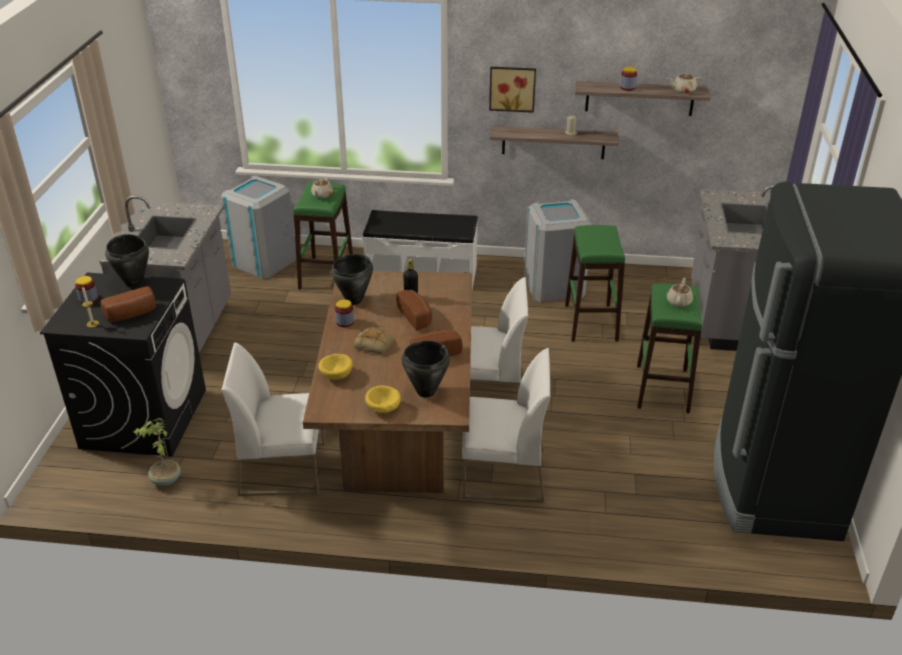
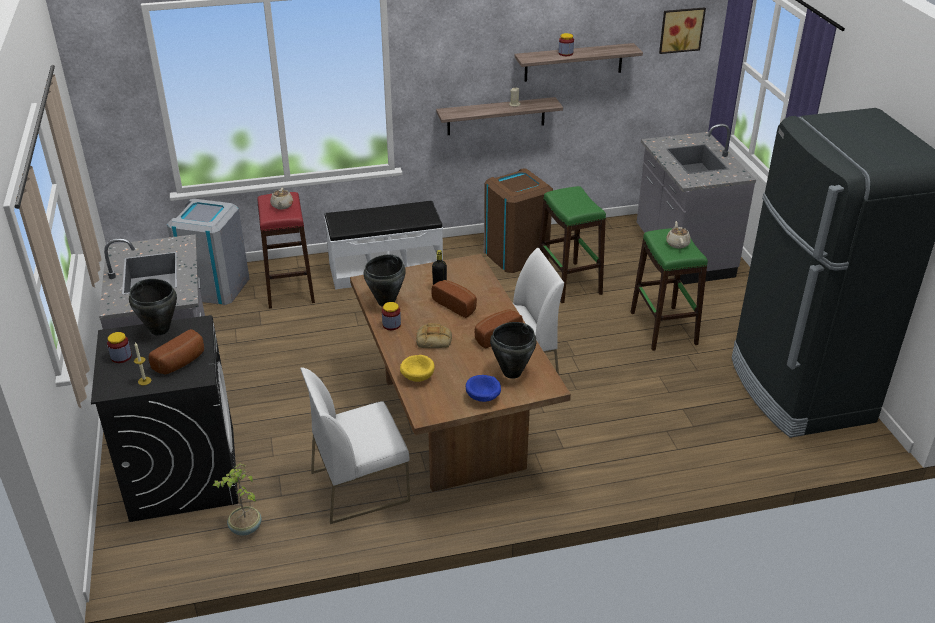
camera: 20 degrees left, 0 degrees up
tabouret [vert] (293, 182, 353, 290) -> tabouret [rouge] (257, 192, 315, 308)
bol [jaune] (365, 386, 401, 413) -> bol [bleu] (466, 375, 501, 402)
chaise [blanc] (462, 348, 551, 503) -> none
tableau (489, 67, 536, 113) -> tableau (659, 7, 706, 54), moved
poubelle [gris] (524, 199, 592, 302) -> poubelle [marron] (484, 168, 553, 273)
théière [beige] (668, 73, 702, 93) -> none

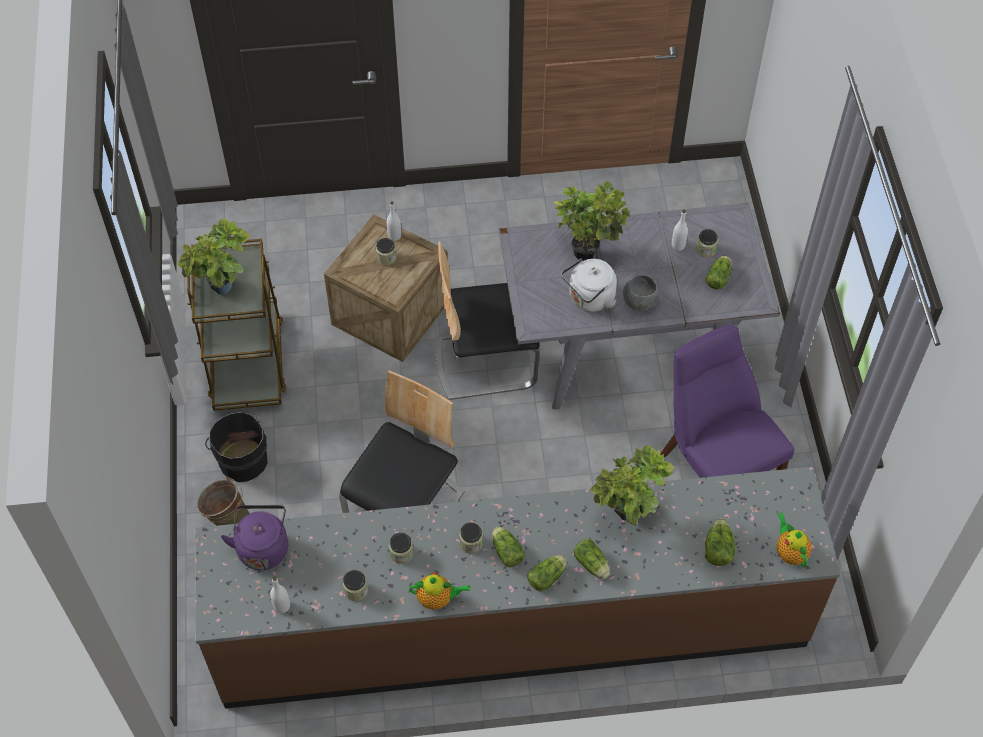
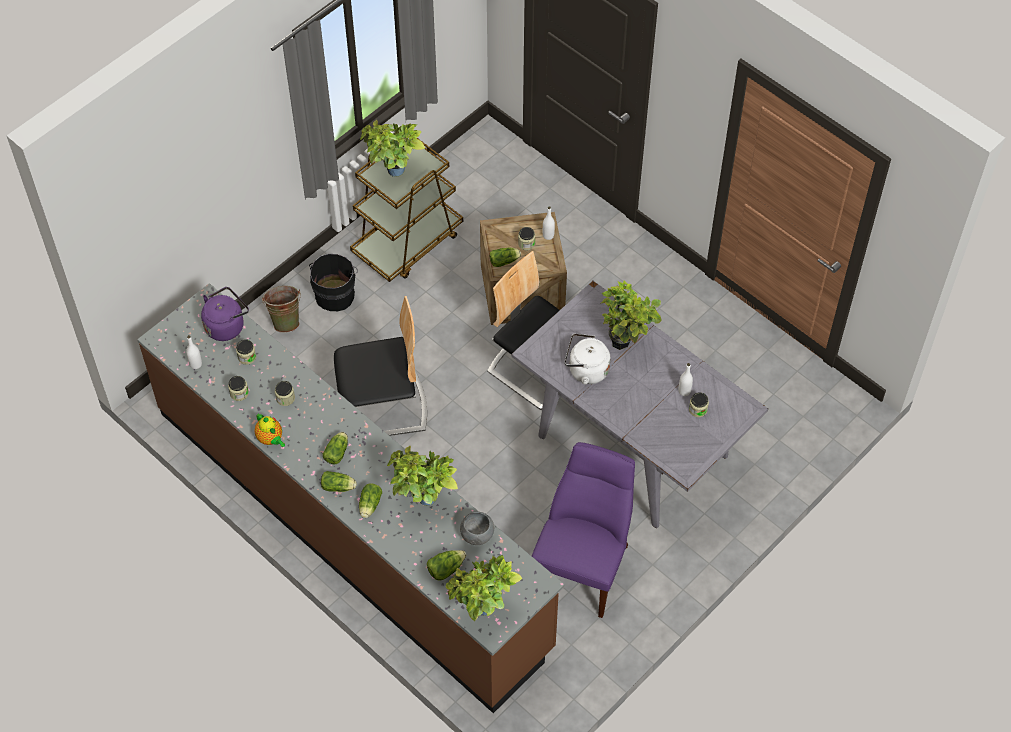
camera: 50 degrees right, 0 degrees up
bocal (459, 522, 483, 554) -> bocal (236, 339, 256, 365), moved
bol [gris] (623, 275, 660, 311) -> bol [gris] (460, 512, 494, 545), moved
laitue (706, 255, 732, 290) -> laitue (490, 247, 521, 267), moved
théière (777, 512, 812, 567) -> plante en pot (446, 555, 522, 621)

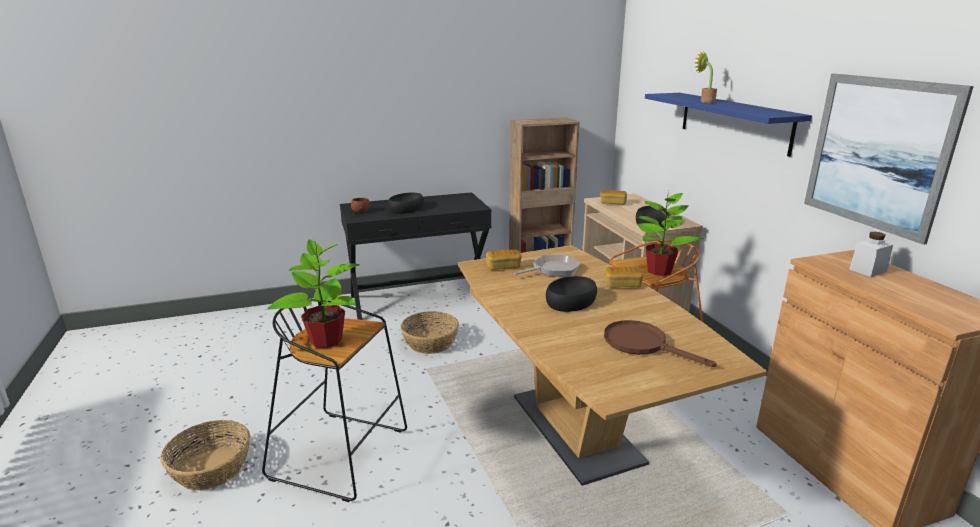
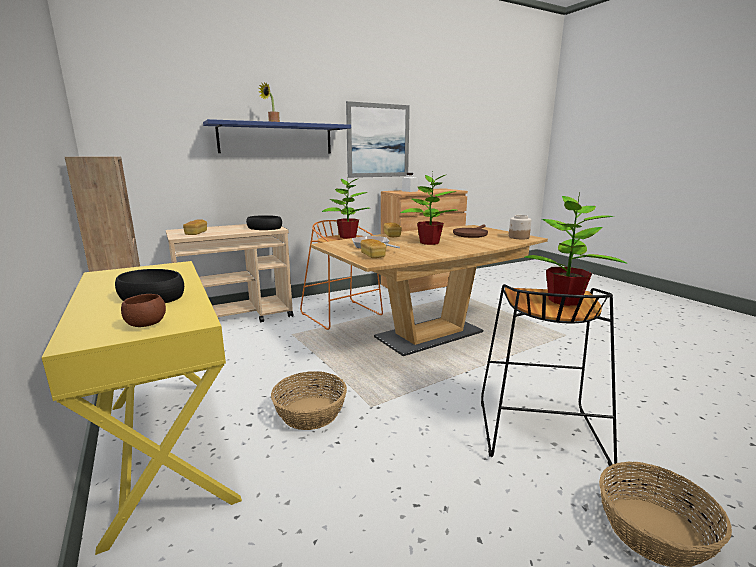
camera: 100 degrees left, 5 degrees down
table console [noir] (340, 192, 491, 320) -> table console [jaune] (41, 261, 242, 555)
bol [noir] (546, 276, 597, 312) -> plante en pot (401, 171, 457, 245)
none -> bocal (509, 215, 531, 239)

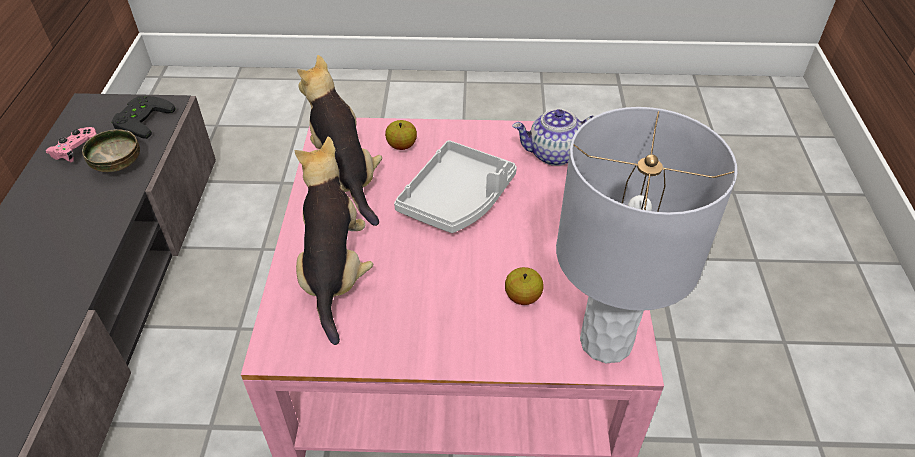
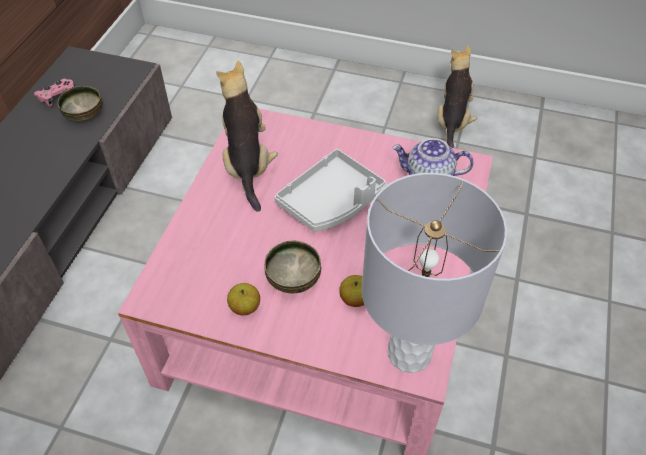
camera: 15 degrees right, 5 degrees up
manette [noir] (111, 96, 176, 139) -> none
peluche (294, 136, 373, 345) -> peluche (437, 46, 477, 148), moved
pomme (385, 120, 417, 150) -> pomme (227, 283, 260, 315), moved
none -> bol (264, 241, 321, 293)

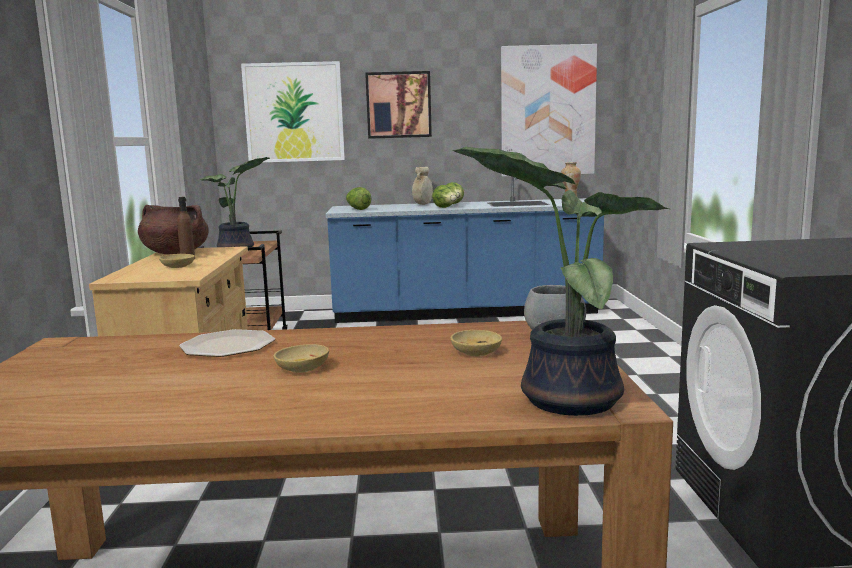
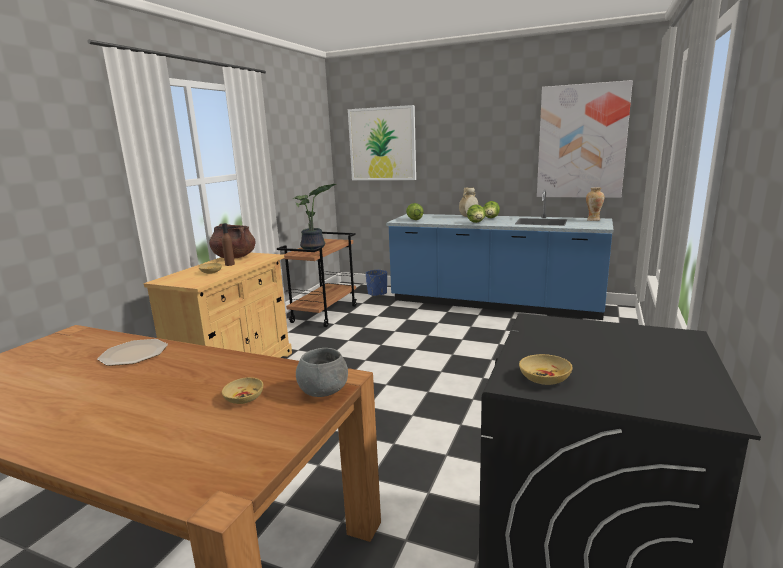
camera: 25 degrees right, 5 degrees up
bol [beige] (274, 344, 329, 373) -> bol [beige] (519, 354, 573, 385), moved
tableau (365, 71, 432, 139) -> none
plante en pot (453, 147, 669, 416) -> none
none -> cache-pot [bleu] (366, 270, 387, 297)

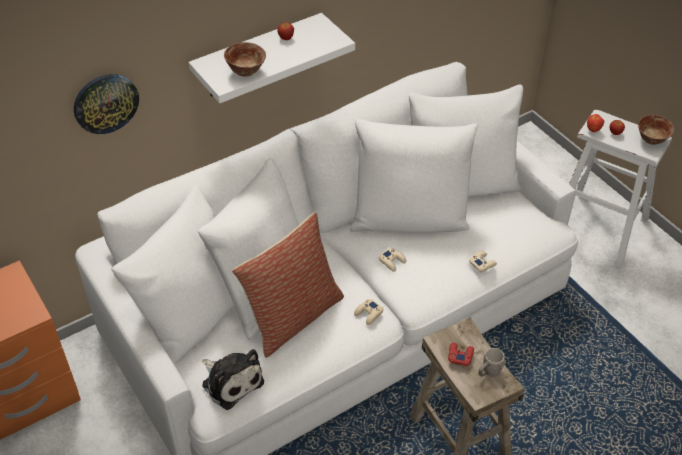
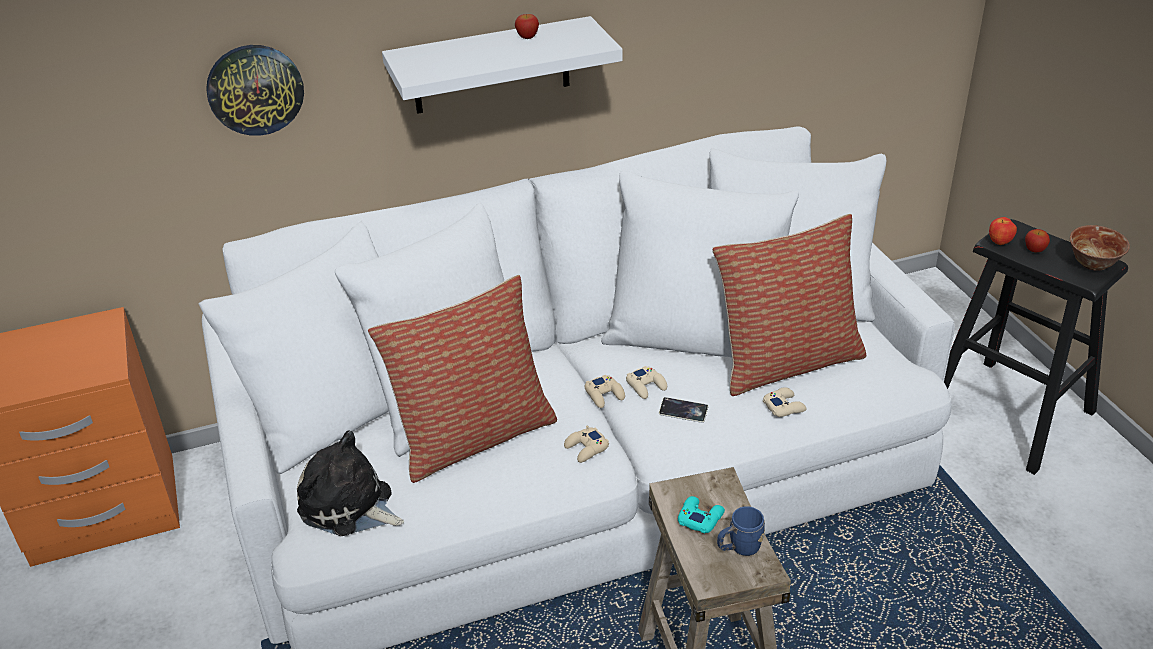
camera: 15 degrees right, 10 degrees down
peluche (202, 349, 264, 410) -> peluche (297, 430, 404, 536), 150 degrees clockwise
bol (224, 42, 266, 76) -> none
manette [rouge] (448, 343, 474, 366) -> manette [turquoise] (678, 496, 725, 533)
mug [gris] (478, 348, 505, 377) -> mug [bleu] (717, 506, 765, 556)
tabouret [blanc] (569, 110, 672, 269) -> tabouret [noir] (944, 219, 1128, 475)
none -> manette [beige] (585, 375, 625, 408)
none -> téléphone (659, 397, 708, 423)
none -> coussin (712, 214, 866, 396)

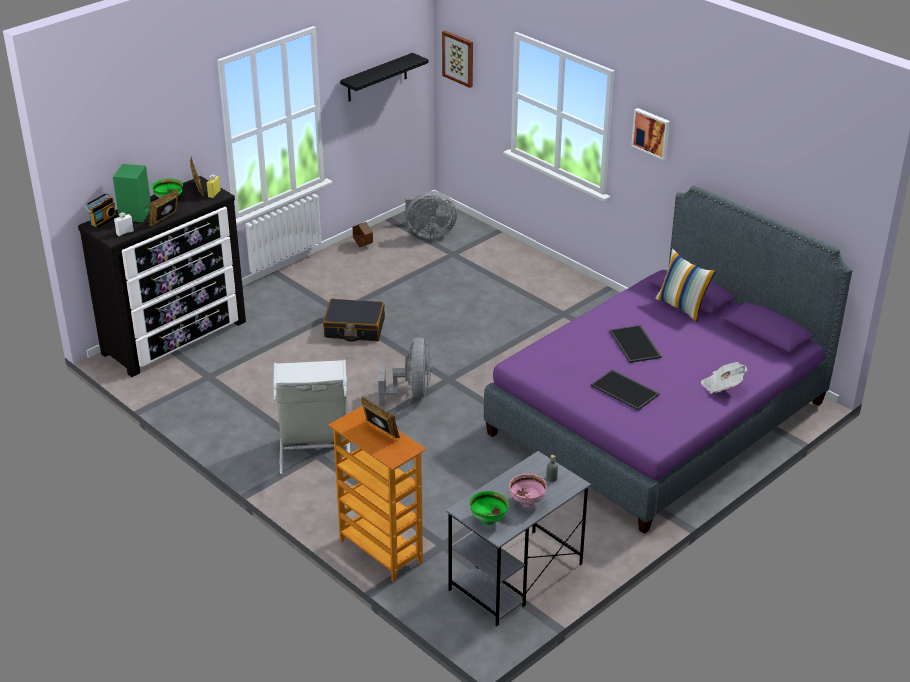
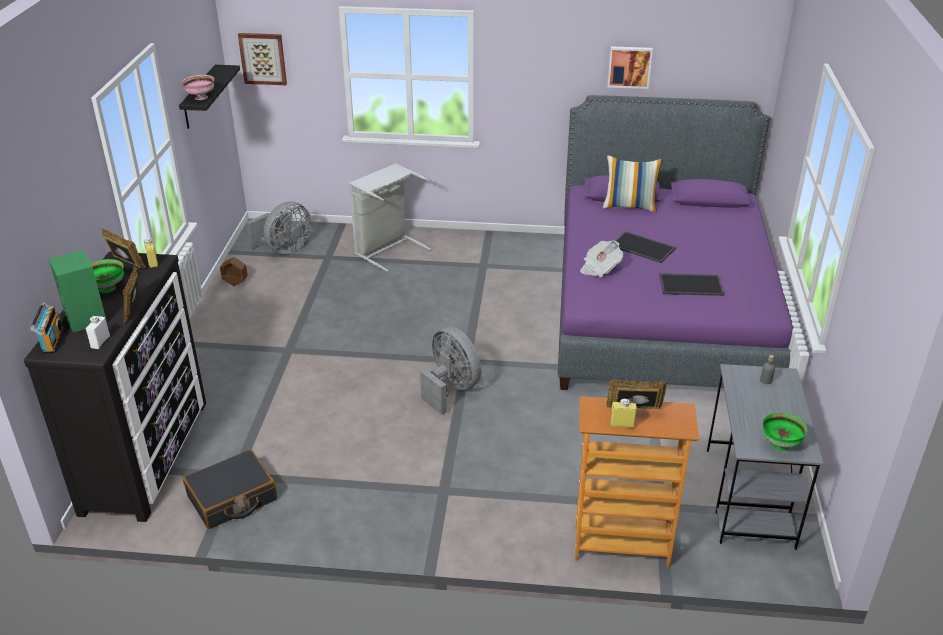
camera: 40 degrees left, 0 degrees up
panier à linge [gris] (273, 360, 350, 474) -> panier à linge [gris] (349, 163, 431, 272), moved
valise [noir] (323, 299, 385, 342) -> valise [noir] (183, 450, 277, 529), moved
bol [rose] (509, 474, 547, 507) -> bol [rose] (181, 75, 214, 100), moved
tableau (631, 108, 670, 160) -> tableau (607, 46, 653, 89), moved
journal (701, 362, 747, 394) -> journal (580, 241, 623, 277), moved
none -> bouteille [jaune] (610, 398, 637, 428)

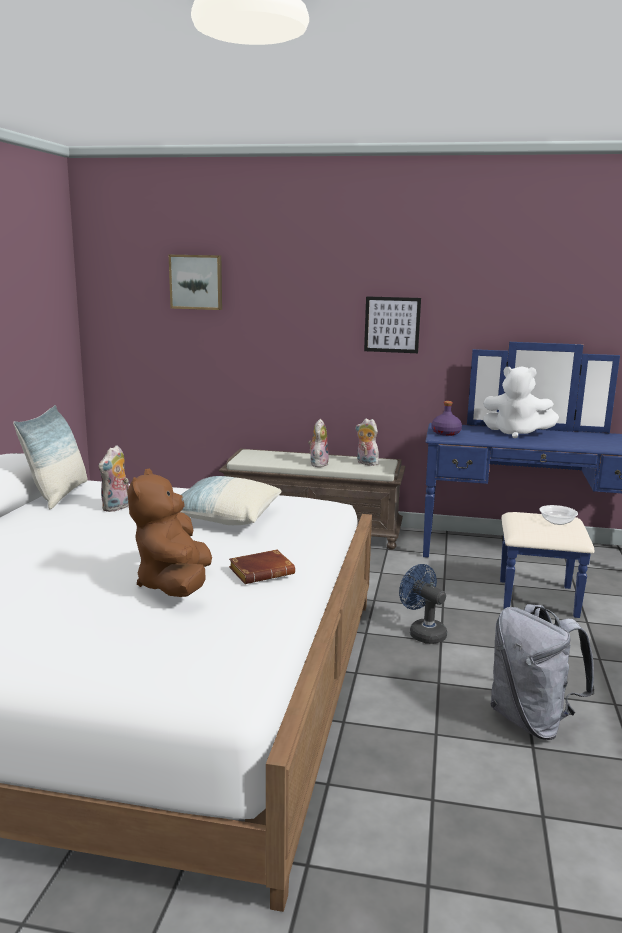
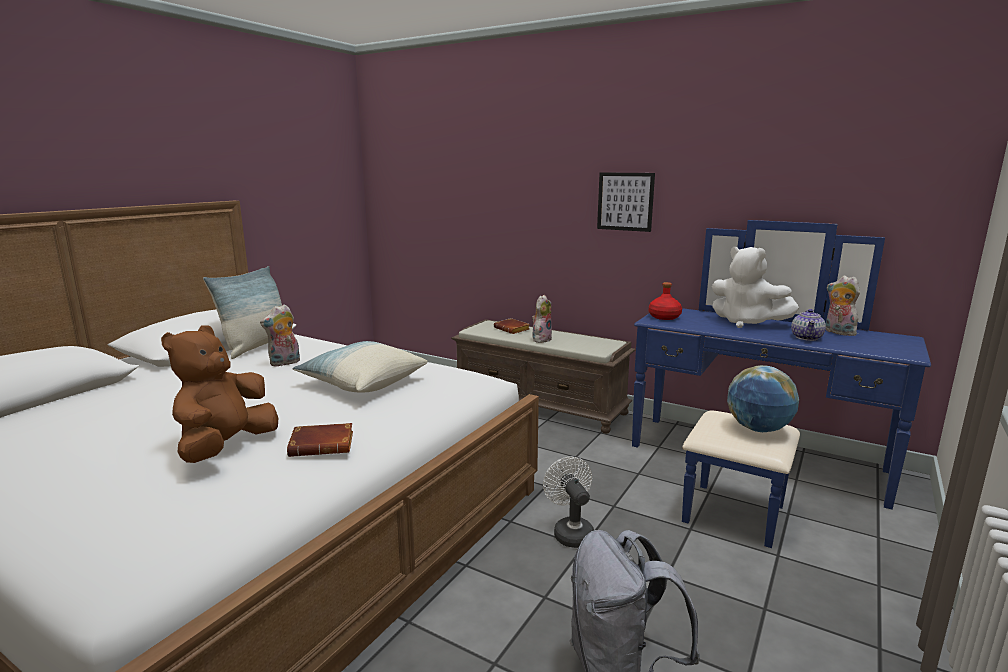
camera: 20 degrees right, 0 degrees up
tableau (169, 255, 222, 310) -> none
peluche (356, 418, 379, 466) -> peluche (826, 276, 860, 336), moved
ventilateur [bleu] (399, 564, 447, 644) -> ventilateur [blanc] (543, 457, 594, 548)
bouteille [violet] (431, 401, 462, 436) -> bouteille [rouge] (649, 282, 682, 320)
bol (540, 505, 578, 525) -> globe (727, 365, 799, 432)
none -> livre [marron] (494, 318, 530, 334)
none -> théière (791, 309, 826, 341)

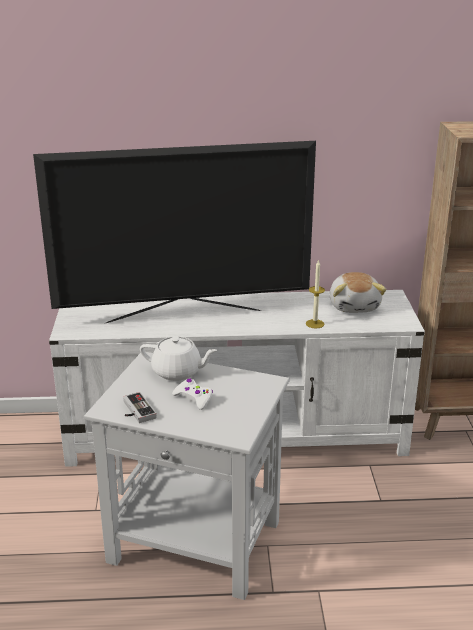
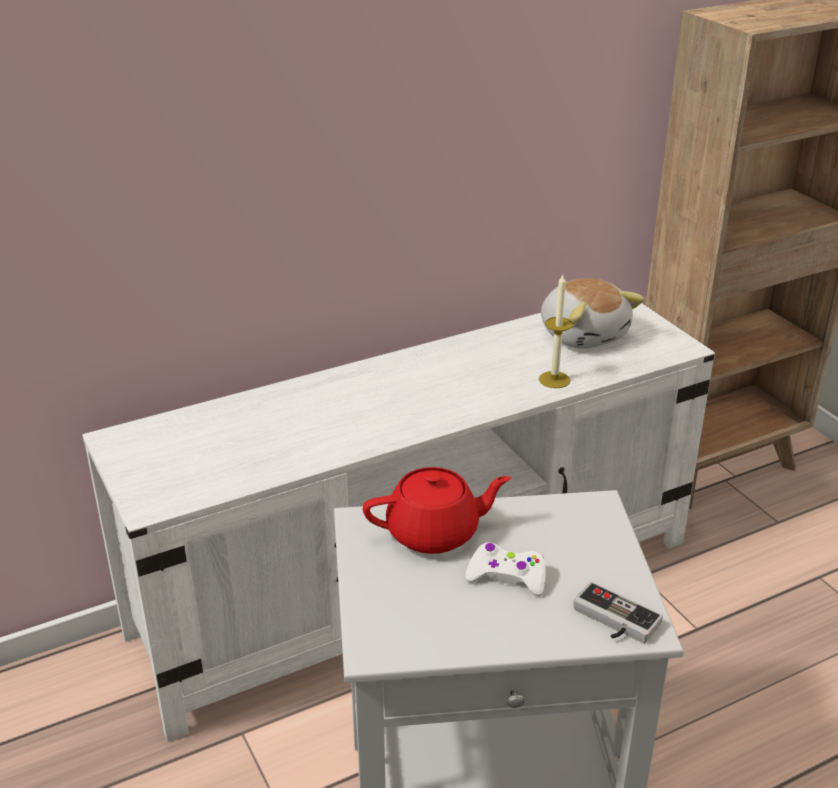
camera: 25 degrees left, 5 degrees up
téléviseur (33, 141, 316, 323) -> none
manette (123, 392, 157, 423) -> manette (573, 581, 663, 644), moved
théière [blanc] (140, 336, 217, 381) -> théière [rouge] (363, 467, 511, 554)

